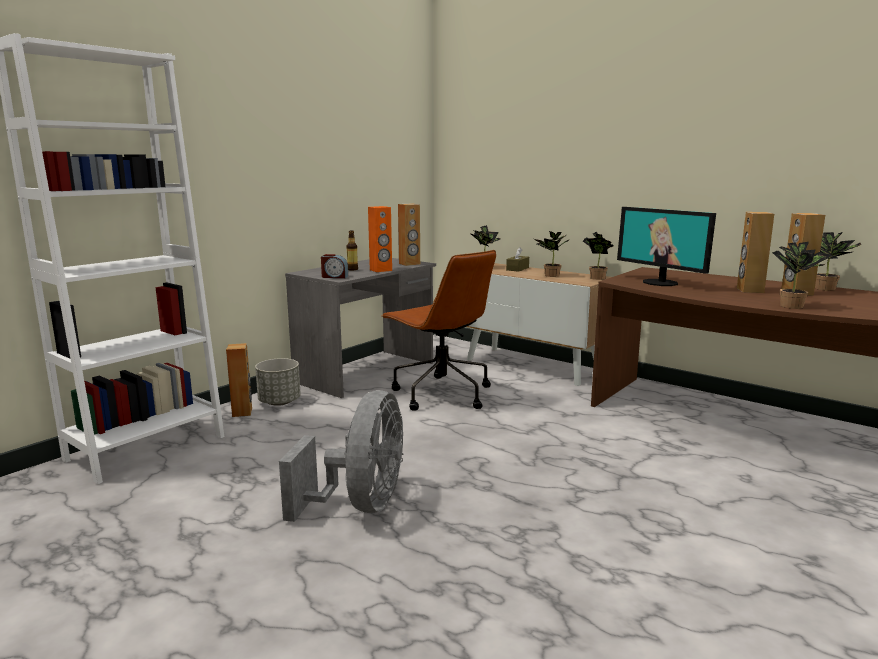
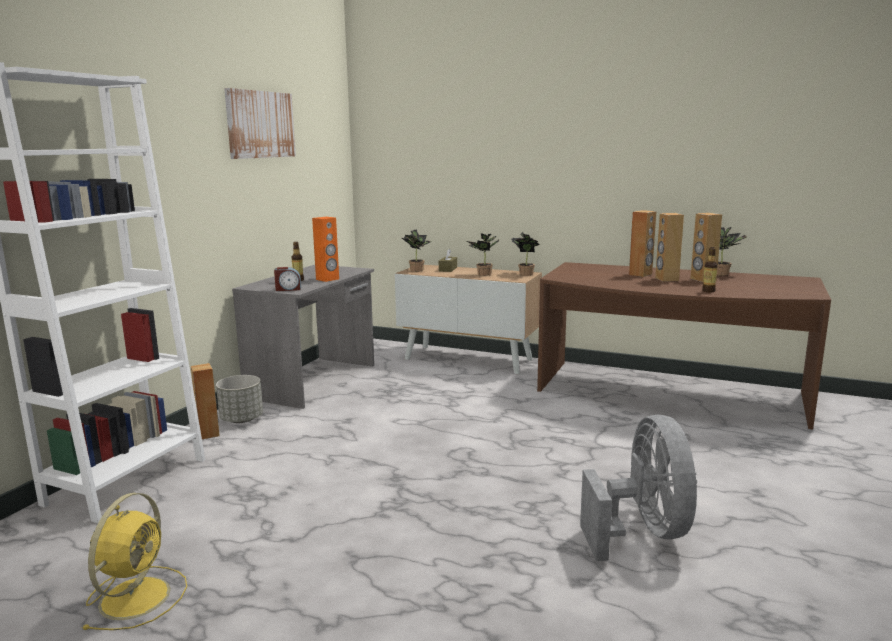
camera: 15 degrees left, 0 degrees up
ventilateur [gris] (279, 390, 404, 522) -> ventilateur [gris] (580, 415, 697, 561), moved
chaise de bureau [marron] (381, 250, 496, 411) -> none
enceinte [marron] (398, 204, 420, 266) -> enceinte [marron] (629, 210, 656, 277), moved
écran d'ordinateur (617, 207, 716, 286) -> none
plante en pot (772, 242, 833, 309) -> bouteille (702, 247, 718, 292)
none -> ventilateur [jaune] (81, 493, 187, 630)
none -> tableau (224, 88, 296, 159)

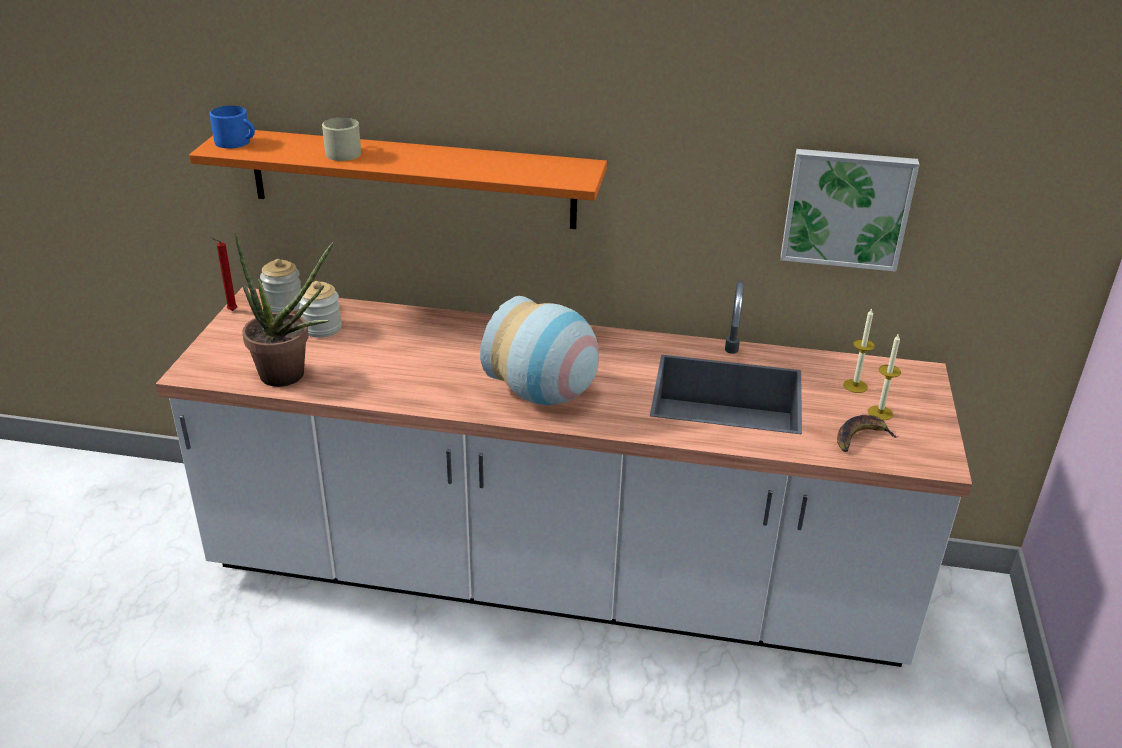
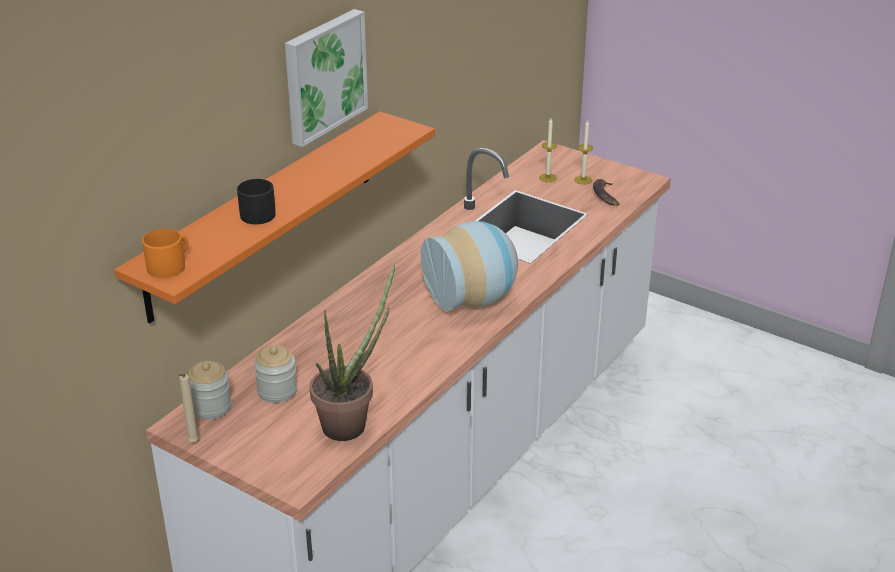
camera: 65 degrees left, 0 degrees up
mug [bleu] (209, 106, 255, 148) -> mug [orange] (142, 229, 188, 278)
bougie [rouge] (210, 237, 237, 311) -> bougie [beige] (179, 374, 199, 442)
mug [beige] (322, 117, 361, 161) -> mug [noir] (237, 179, 276, 224)
tableau (781, 149, 919, 272) -> tableau (285, 9, 368, 147), moved

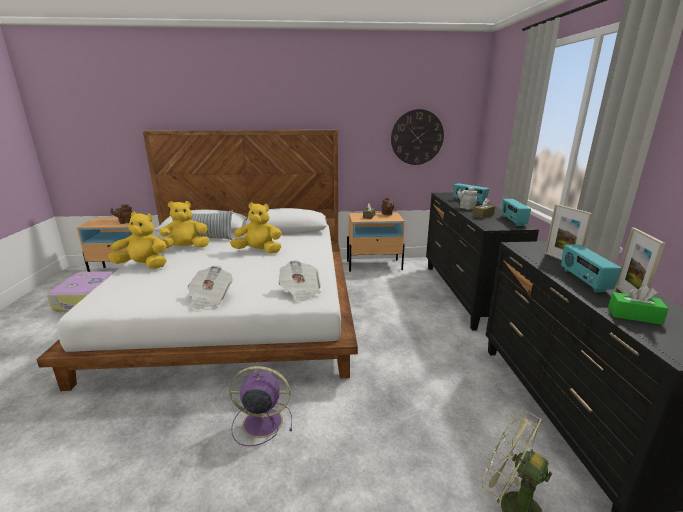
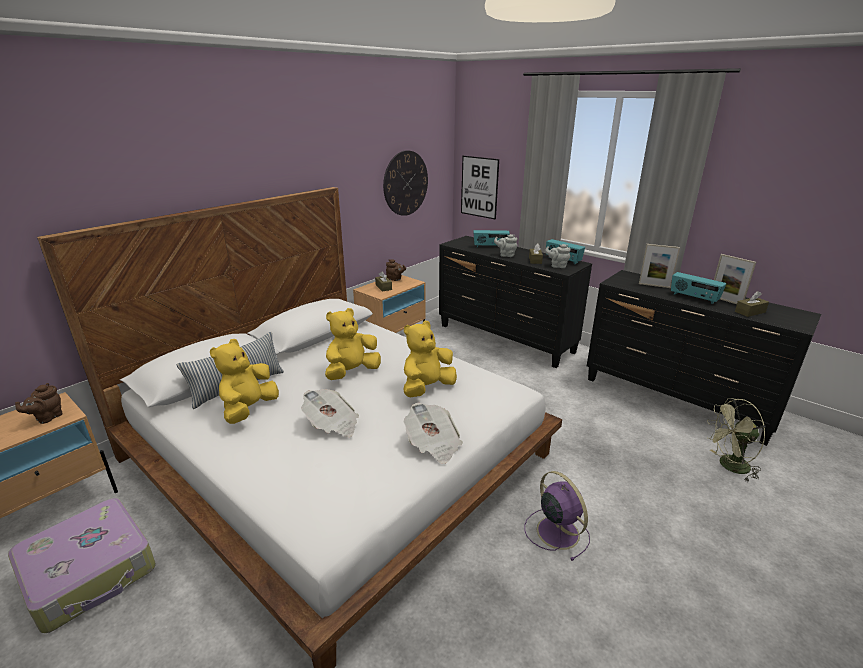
camera: 45 degrees left, 5 degrees up
peluche [jaune] (108, 212, 167, 269) -> peluche [jaune] (403, 321, 457, 397), moved
ventilateur [violet] (229, 366, 292, 446) -> ventilateur [violet] (524, 471, 590, 561), 105 degrees clockwise
journal (278, 260, 321, 302) -> journal (301, 389, 359, 437), moved
boîte à mouchoirs [vert] (608, 285, 669, 325) -> boîte à mouchoirs [marron] (735, 291, 769, 317)
none -> tableau (461, 156, 499, 219)
none -> théière [gris] (545, 244, 571, 268)

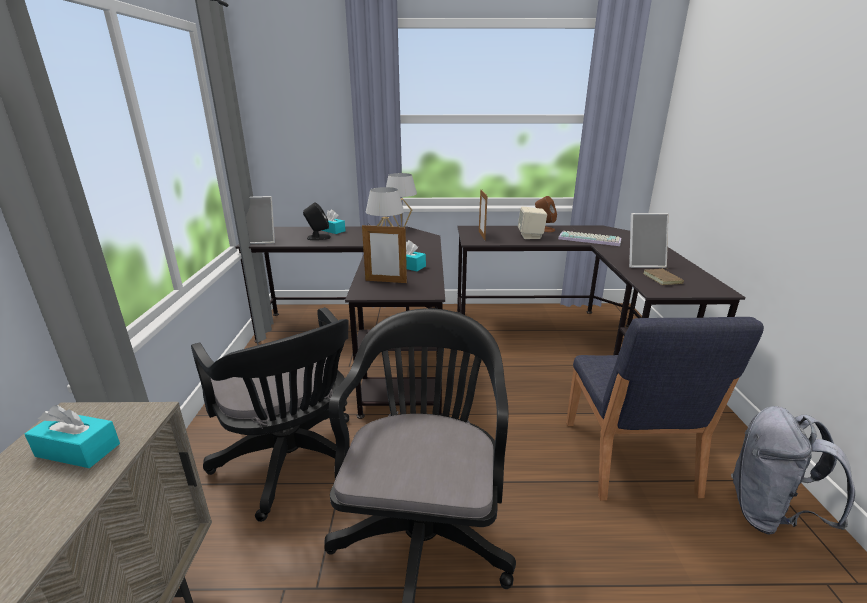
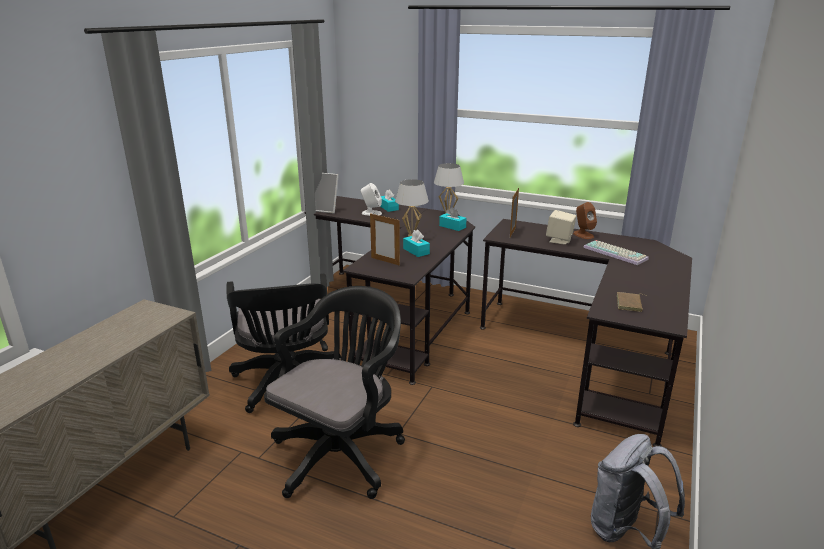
camera: 25 degrees right, 0 degrees up
boîte à mouchoirs [turquoise] (24, 405, 120, 468) -> boîte à mouchoirs [turquoise] (439, 207, 467, 231), moved
enceinte [noir] (303, 202, 331, 240) -> enceinte [blanc] (360, 183, 382, 216)
chaise [bleu] (566, 317, 764, 500) -> none
cadre photo (629, 213, 669, 268) -> none

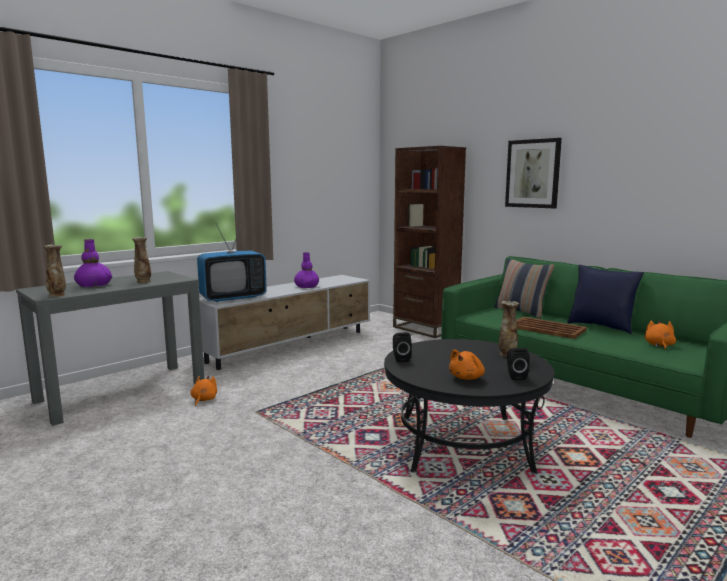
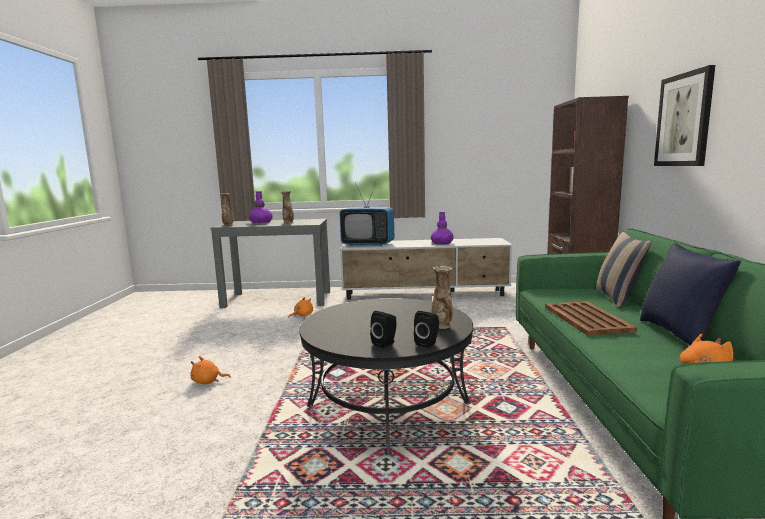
camera: 45 degrees right, 0 degrees up
enceinte [noir] (393, 332, 411, 362) -> enceinte [noir] (414, 311, 439, 348), moved
peluche [orange] (449, 349, 485, 380) -> peluche [orange] (190, 356, 231, 384), moved

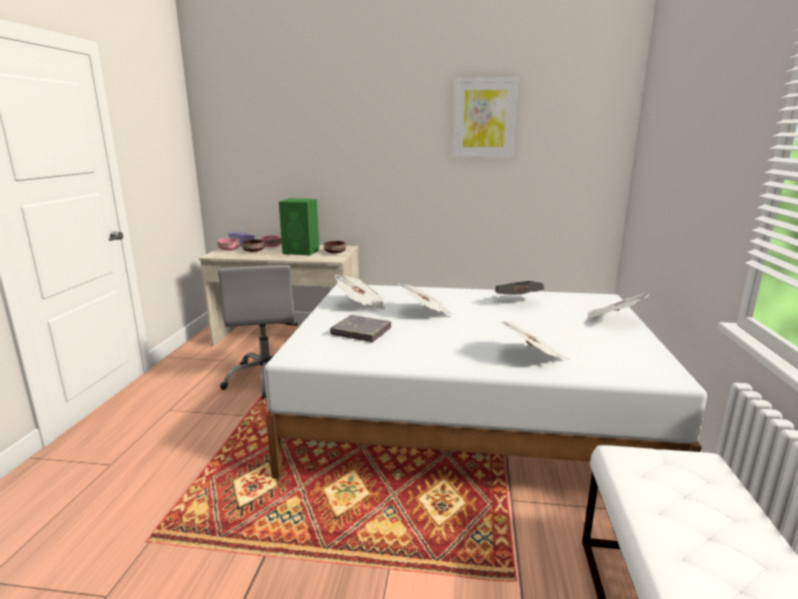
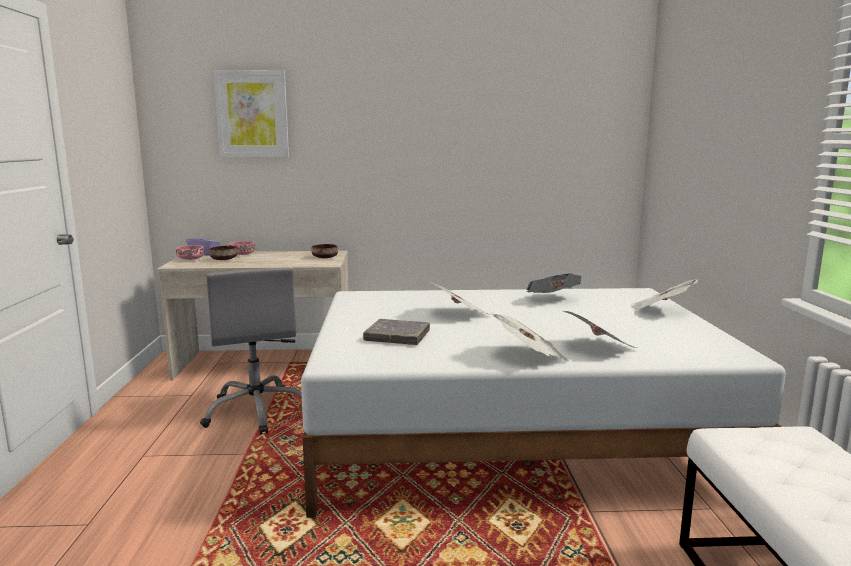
camera: 10 degrees left, 5 degrees down
enceinte [vert] (279, 198, 319, 256) -> none
journal (334, 275, 385, 310) -> journal (490, 313, 569, 361), moved
tableau (452, 78, 518, 158) -> tableau (213, 70, 289, 158), moved

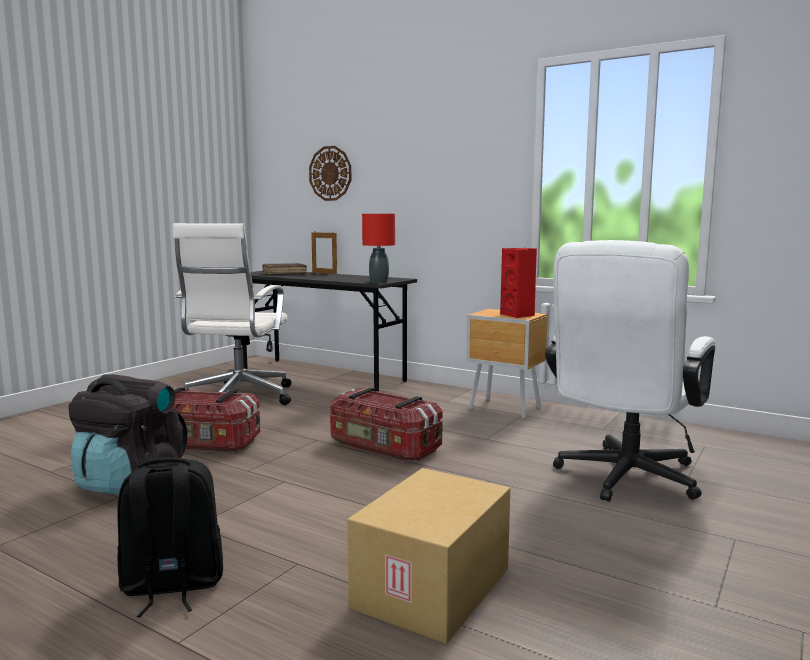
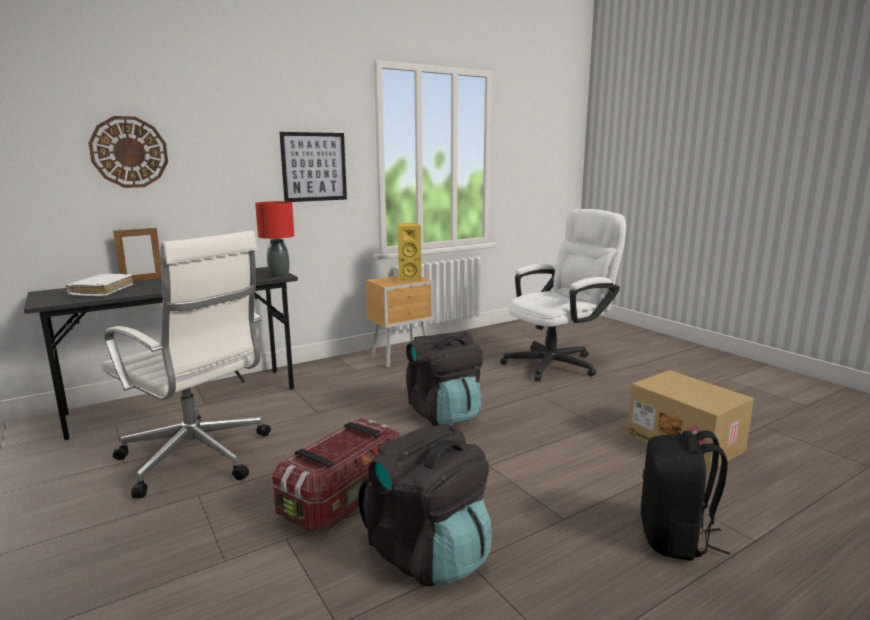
camera: 65 degrees left, 5 degrees up
livre [marron] (262, 263, 307, 275) -> livre [blanc] (66, 274, 133, 296)
boîte de rangement (330, 388, 443, 462) -> sac à dos [noir] (406, 332, 483, 426)
enceinte [rouge] (500, 248, 537, 318) -> enceinte [jaune] (398, 223, 422, 281)
chaise de bureau [blanc] (545, 240, 715, 502) -> chaise de bureau [blanc] (500, 209, 626, 382), 90 degrees counterclockwise
none -> tableau (279, 132, 347, 202)

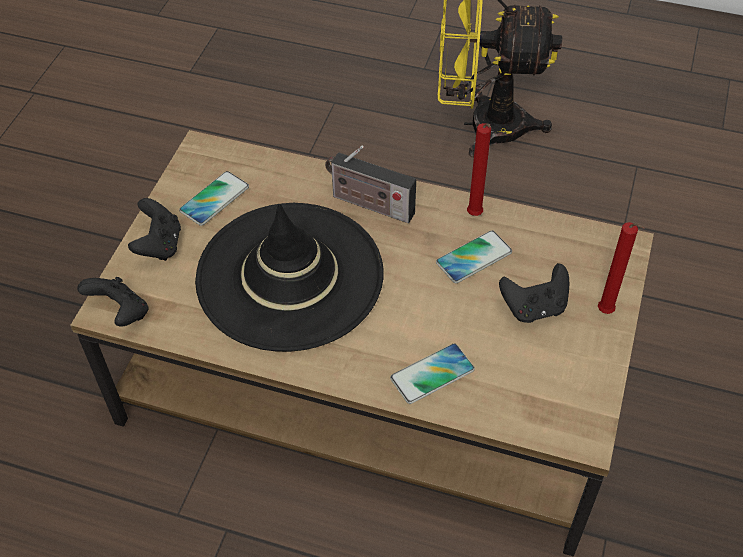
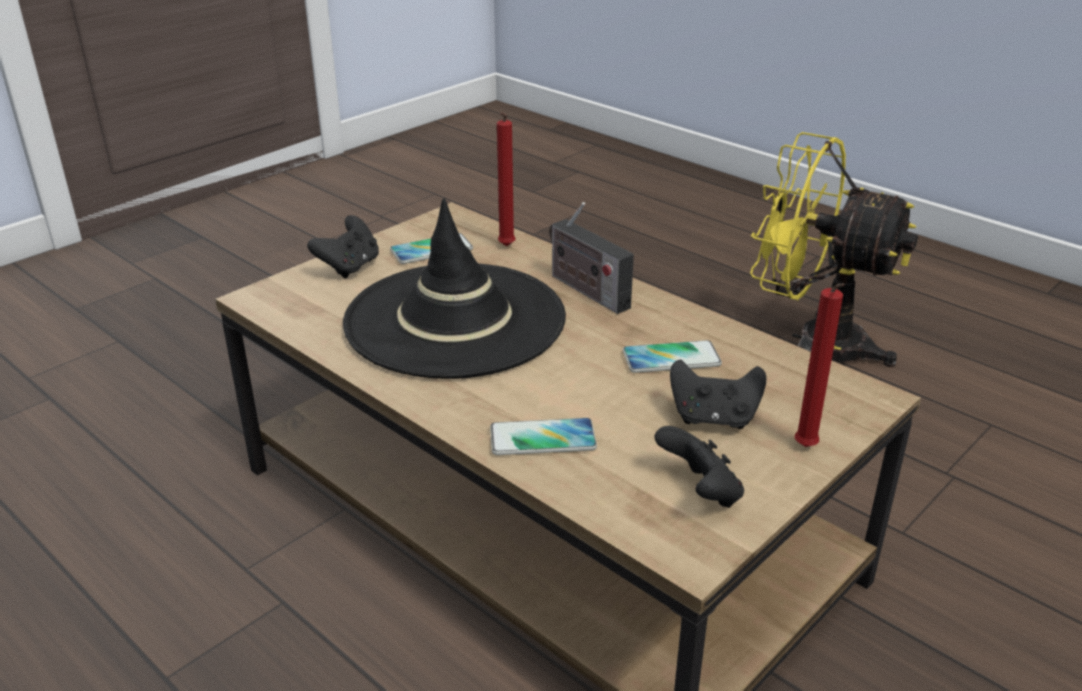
camera: 25 degrees right, 20 degrees down
manette [noir] (77, 277, 149, 326) -> manette [noir] (654, 426, 744, 508), moved
bougie [rouge] (467, 123, 491, 216) -> bougie [rouge] (497, 112, 515, 246), moved

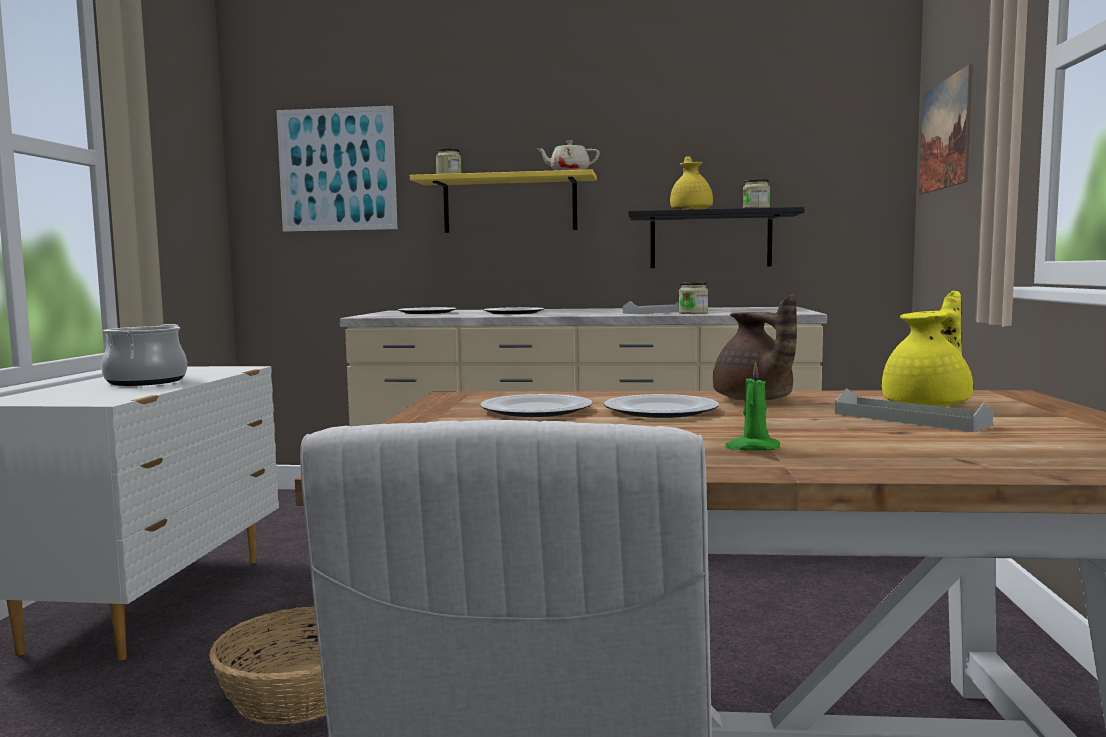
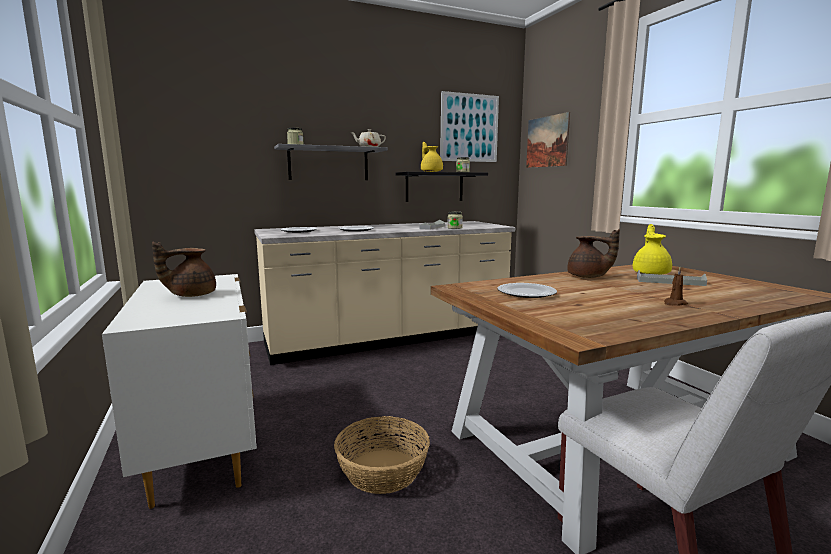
camera: 30 degrees left, 5 degrees up
marmite (101, 324, 187, 386) -> théière [marron] (152, 241, 216, 297)
tableau (276, 106, 397, 232) -> tableau (440, 91, 499, 162), moved
étagère [jaune] (410, 169, 597, 233) -> étagère [gris] (274, 144, 388, 180)
assiette (604, 394, 719, 418) -> none
bougie [vert] (725, 362, 780, 451) -> bougie [marron] (664, 267, 688, 306)

